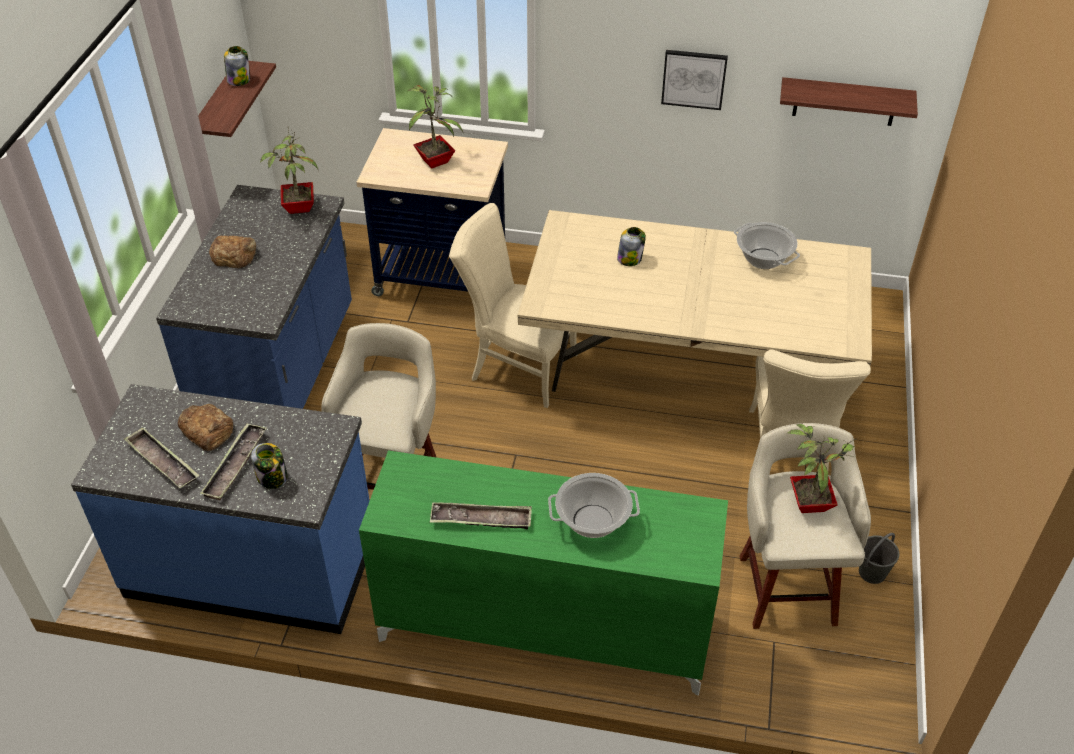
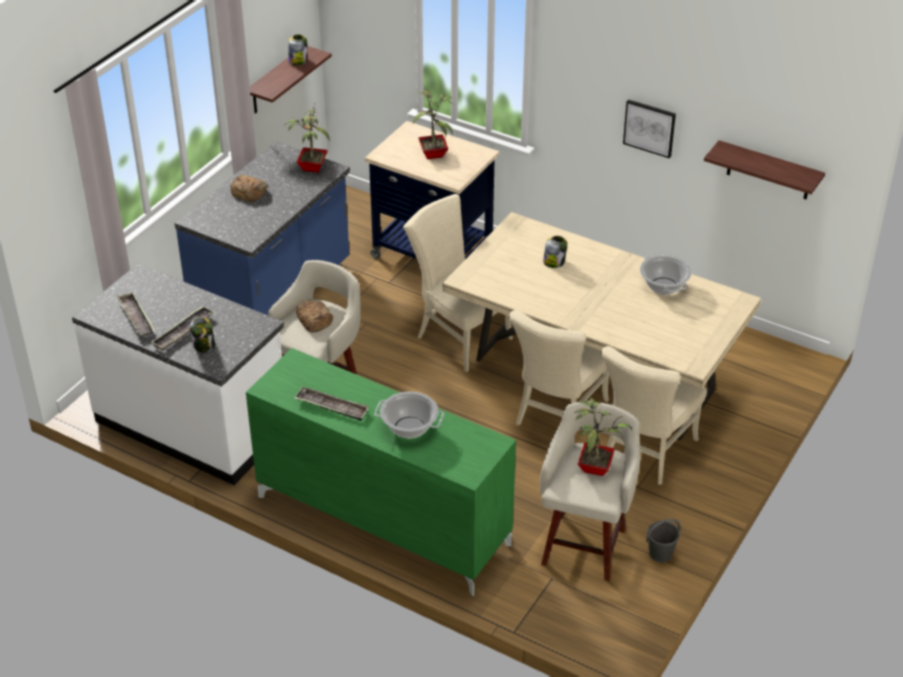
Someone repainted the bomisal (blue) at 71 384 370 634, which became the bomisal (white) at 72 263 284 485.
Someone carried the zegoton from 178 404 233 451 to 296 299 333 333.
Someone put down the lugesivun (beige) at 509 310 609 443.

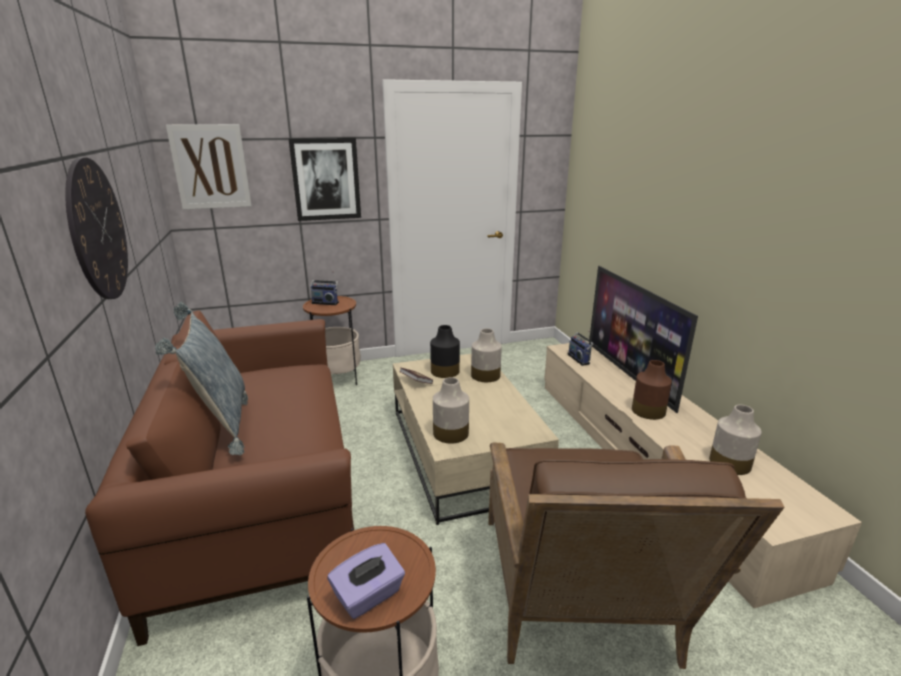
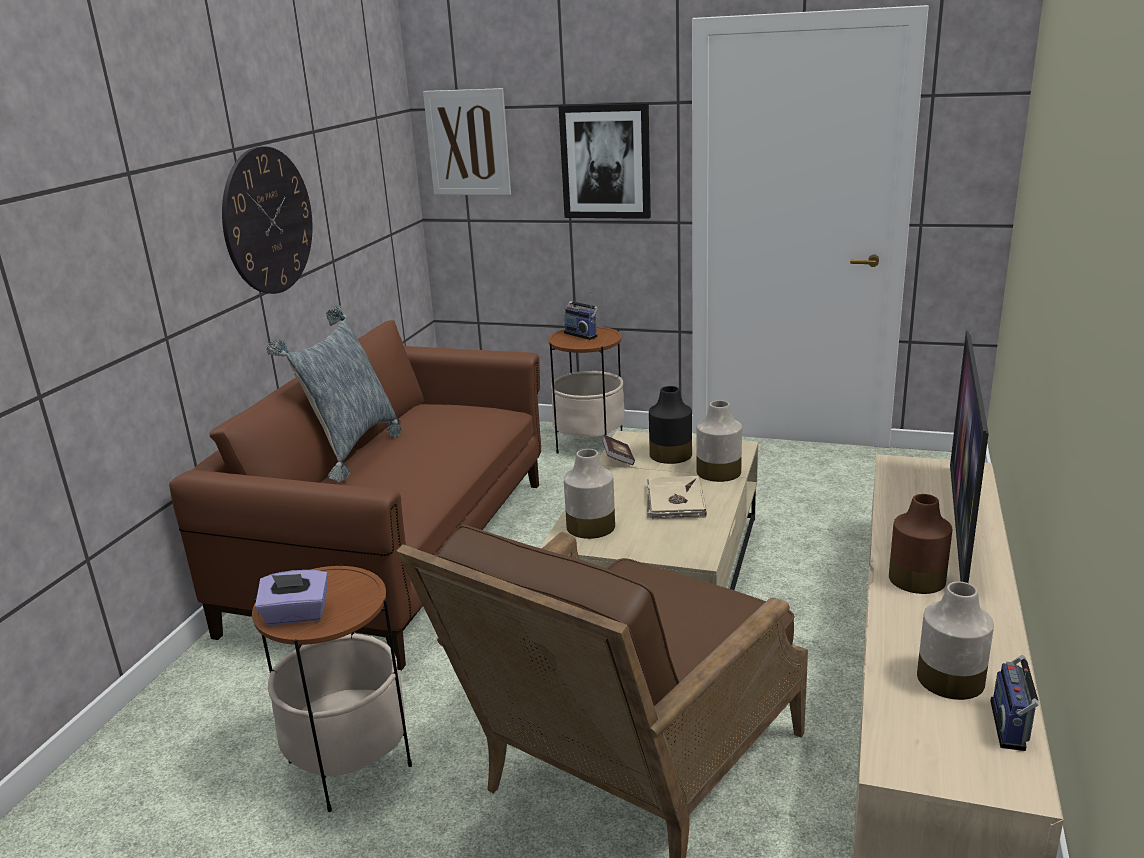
Someone carried the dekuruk from 567 330 594 366 to 991 655 1039 751.
Someone put down the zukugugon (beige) at 647 476 707 519.

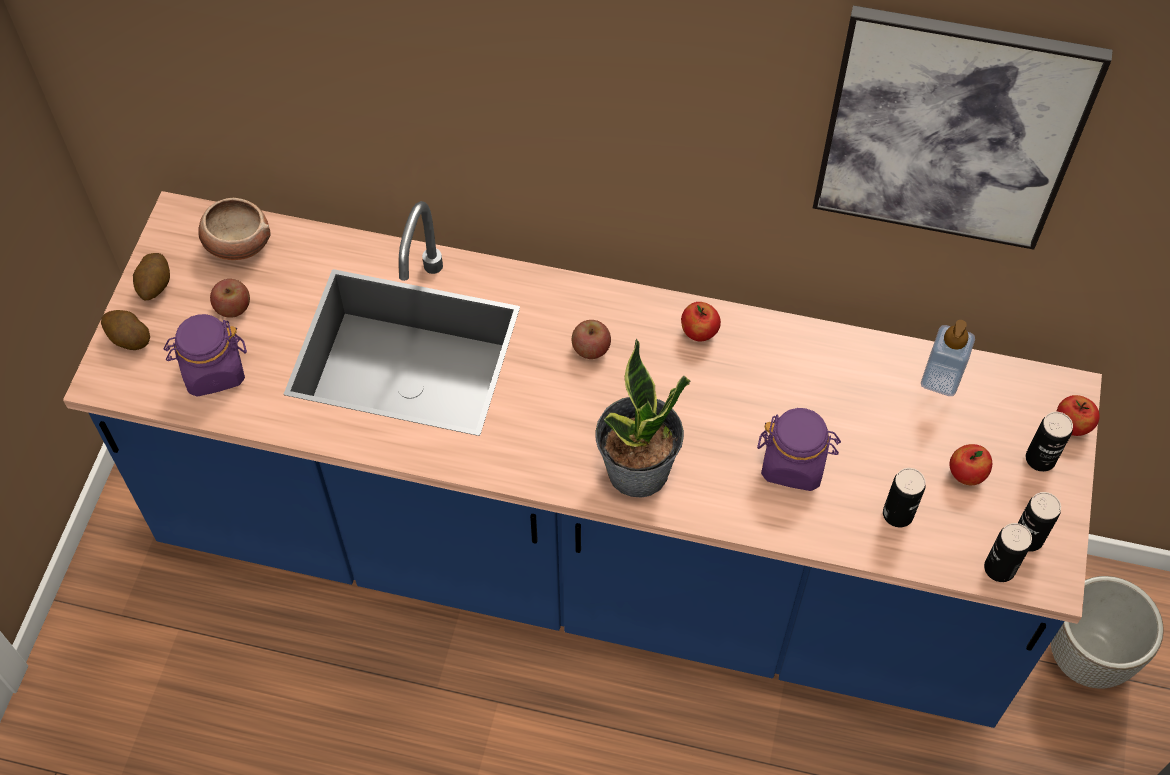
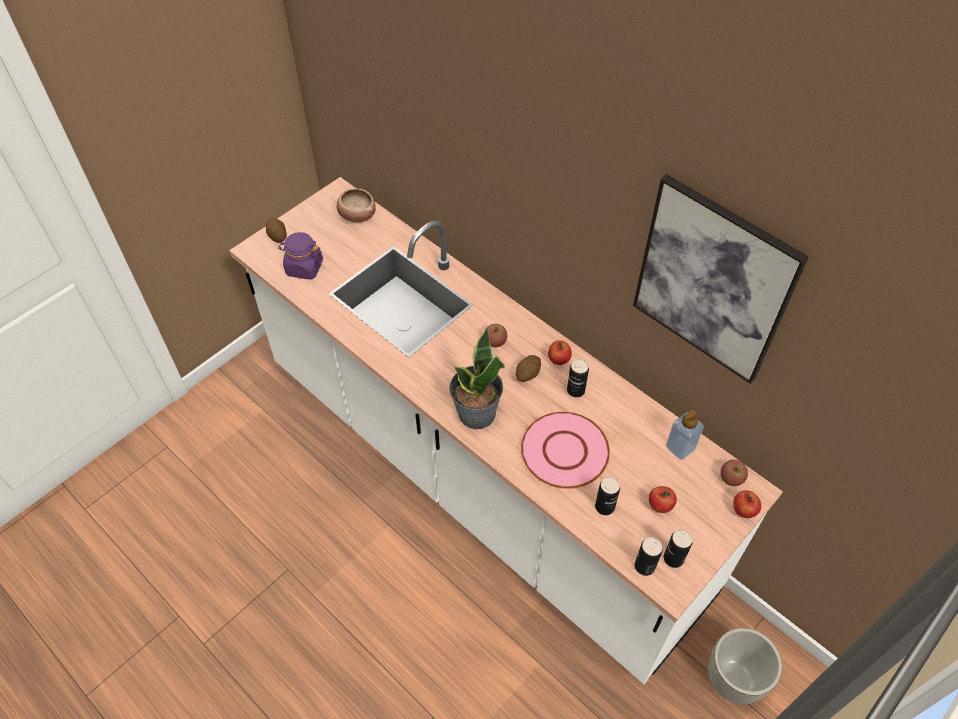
Someone repainted the bomisal (blue) at 63 191 1102 728, which became the bomisal (white) at 229 177 783 684.
Someone carried the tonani from 133 253 170 301 to 516 355 541 382.
Someone carried the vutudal from 210 279 250 318 to 720 460 748 486.
Someone swapped the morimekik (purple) at 757 408 841 491 for the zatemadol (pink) at 521 412 610 489.
Someone carried the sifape from 1026 412 1073 472 to 567 359 589 397.

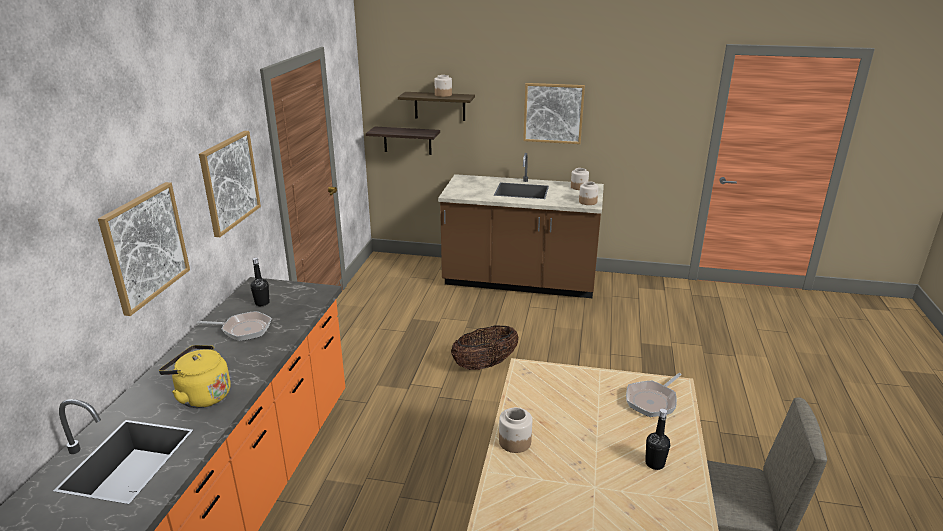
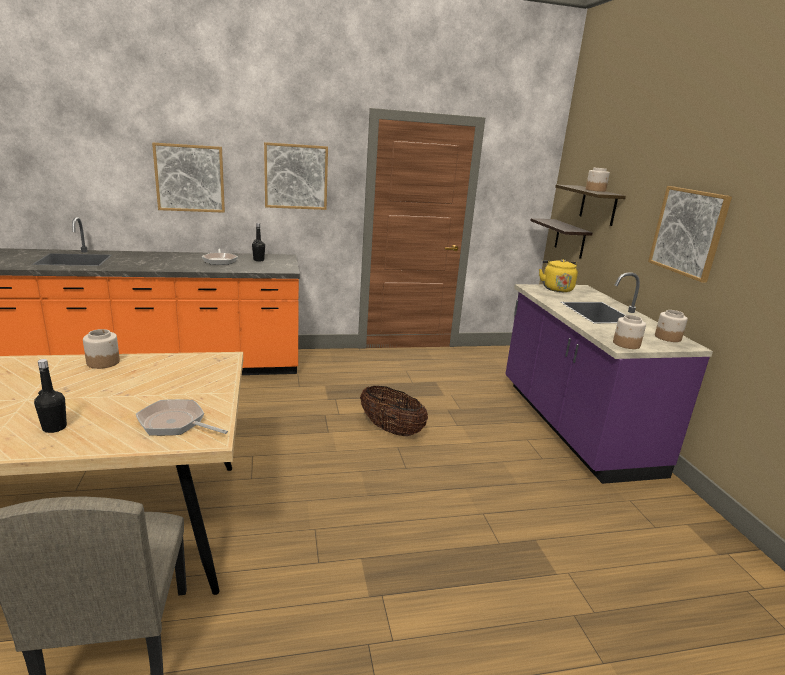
Someone carried the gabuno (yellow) from 159 345 231 408 to 539 259 578 292.
Someone repainted the bomisal (brown) at 438 153 604 298, which became the bomisal (purple) at 505 272 713 484.

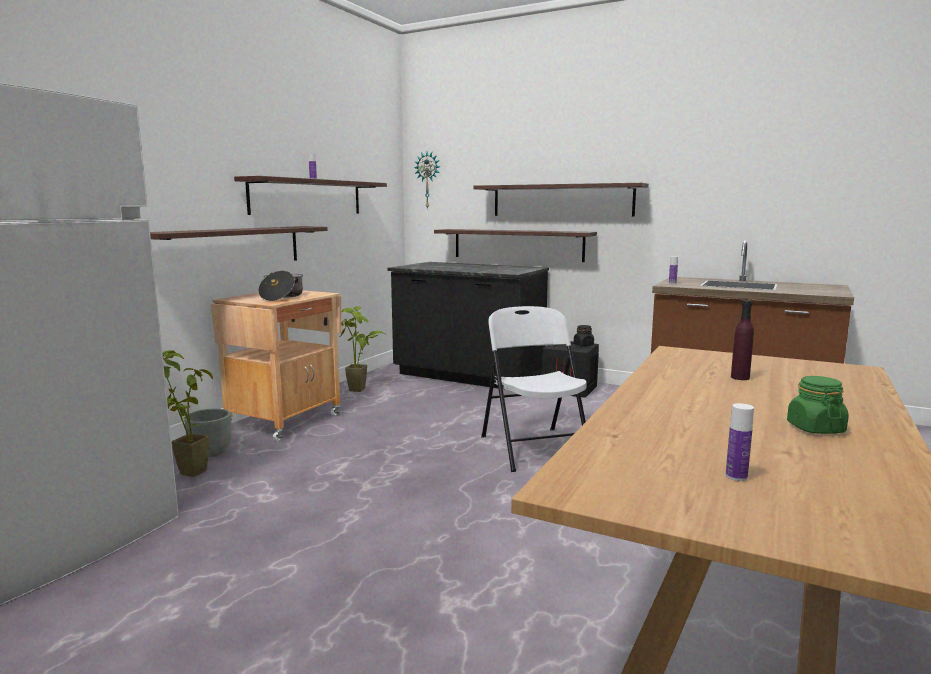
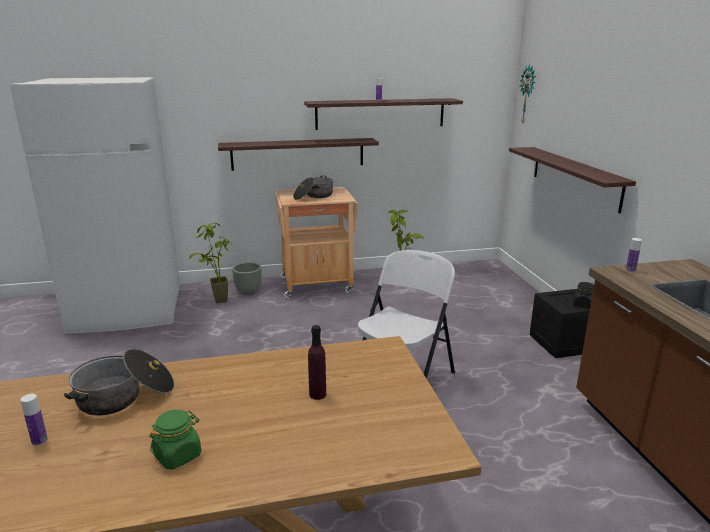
Someone took away the bomisal (black) at 387 262 549 388.
Someone took away the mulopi at 473 183 649 217.
Someone put down the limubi at 64 349 174 416.

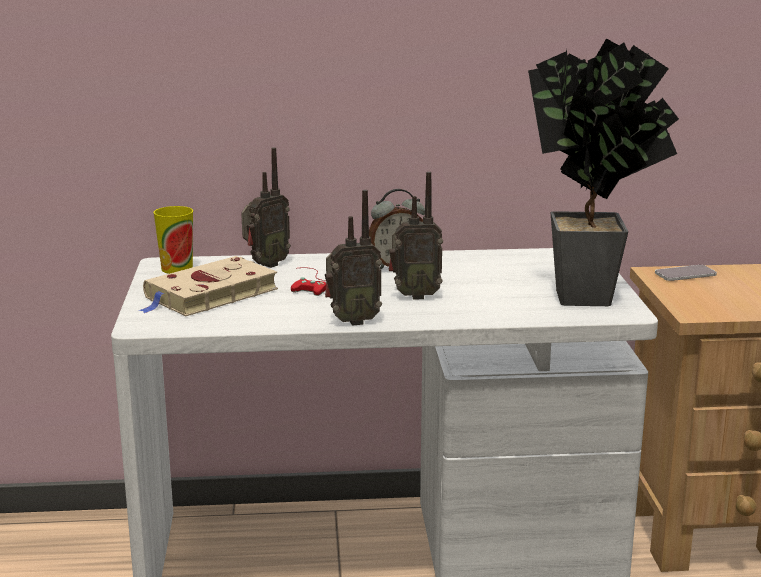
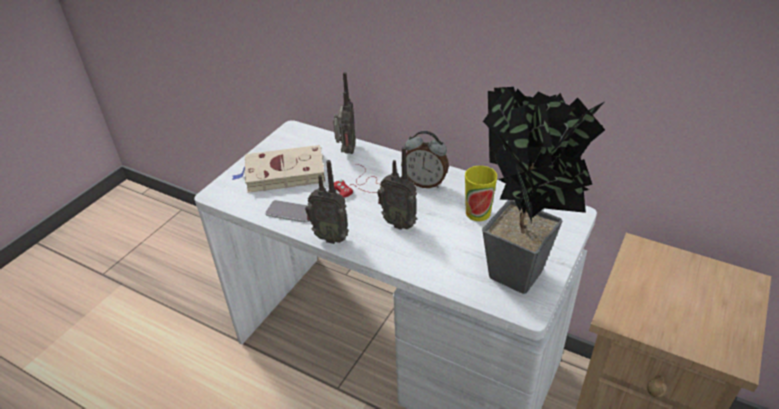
Someone carried the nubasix from 154 206 193 274 to 465 166 497 221.
Someone rotated the dekuruk at 241 147 291 268 by 75 degrees counterclockwise.
Someone carried the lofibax from 655 265 717 281 to 265 200 309 223.

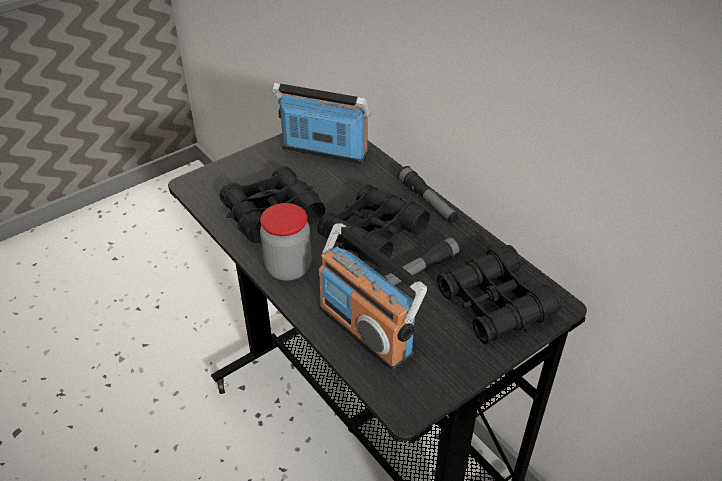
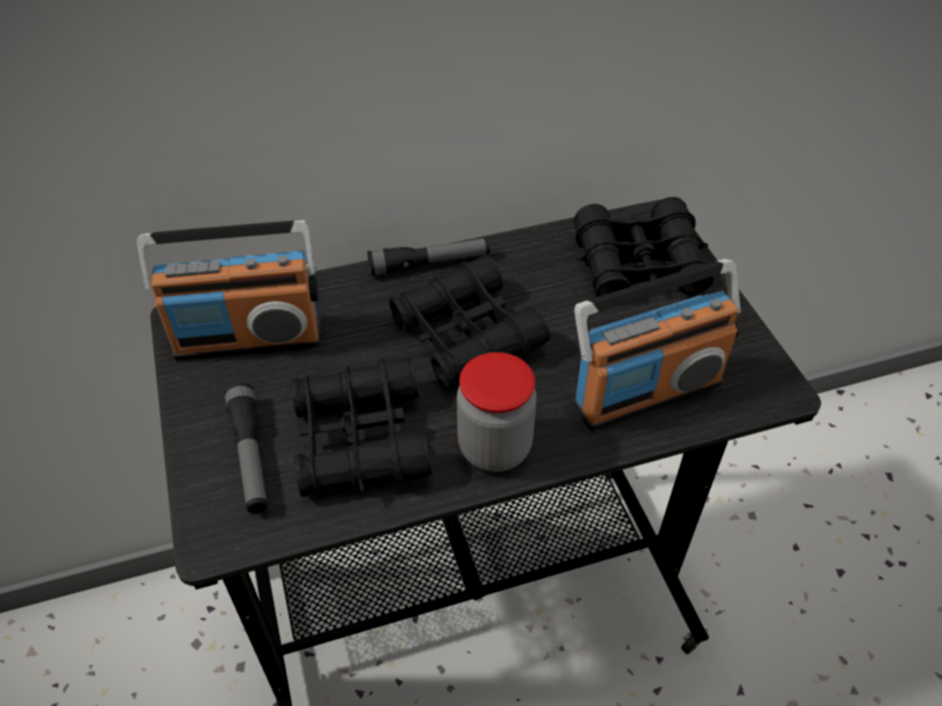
Someone rotated the dekuruk at 272 83 370 164 by 135 degrees counterclockwise.
Someone carried the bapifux from 384 236 461 285 to 224 383 267 514.

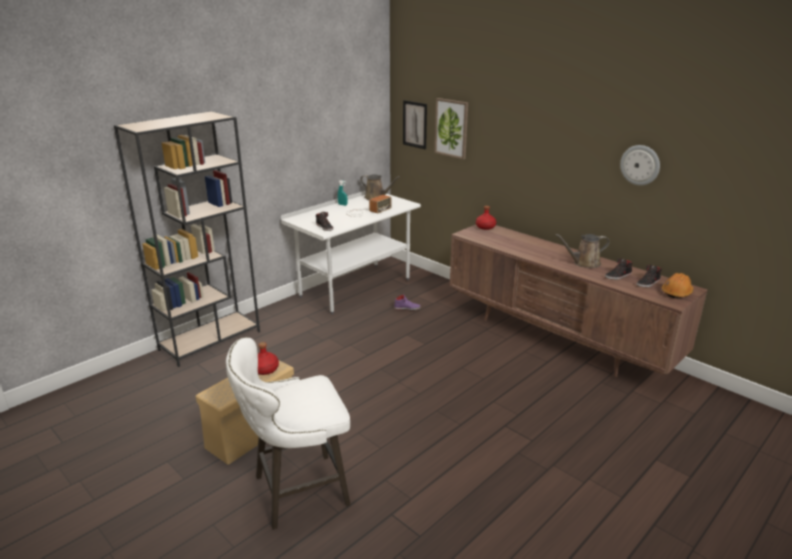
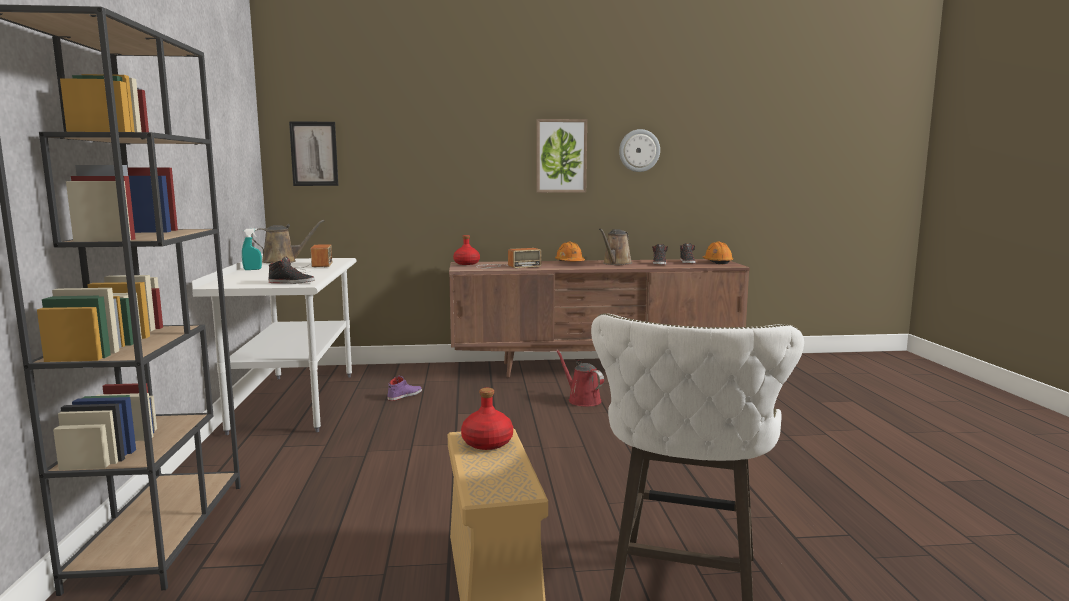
Someone carried the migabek from 435 98 468 160 to 536 119 587 193.
Someone put down the dekuruk at 476 248 541 269.
Someone put down the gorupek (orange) at 555 242 585 261.
Someone put down the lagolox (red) at 556 350 604 406.

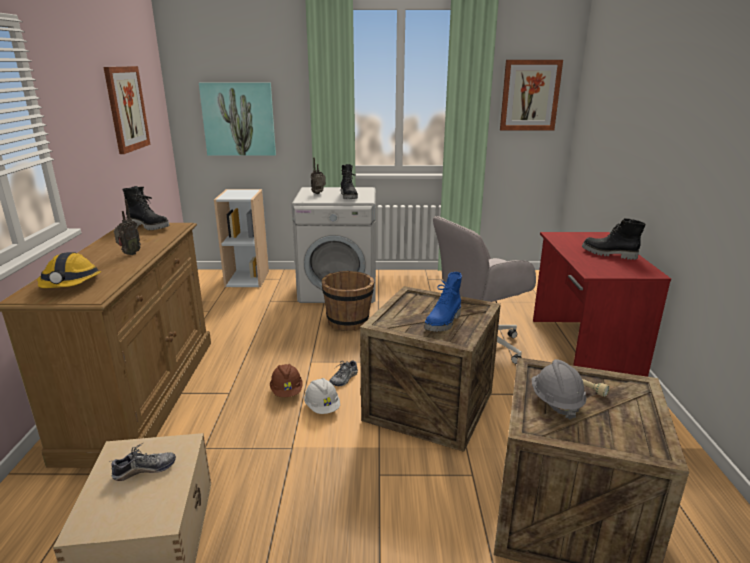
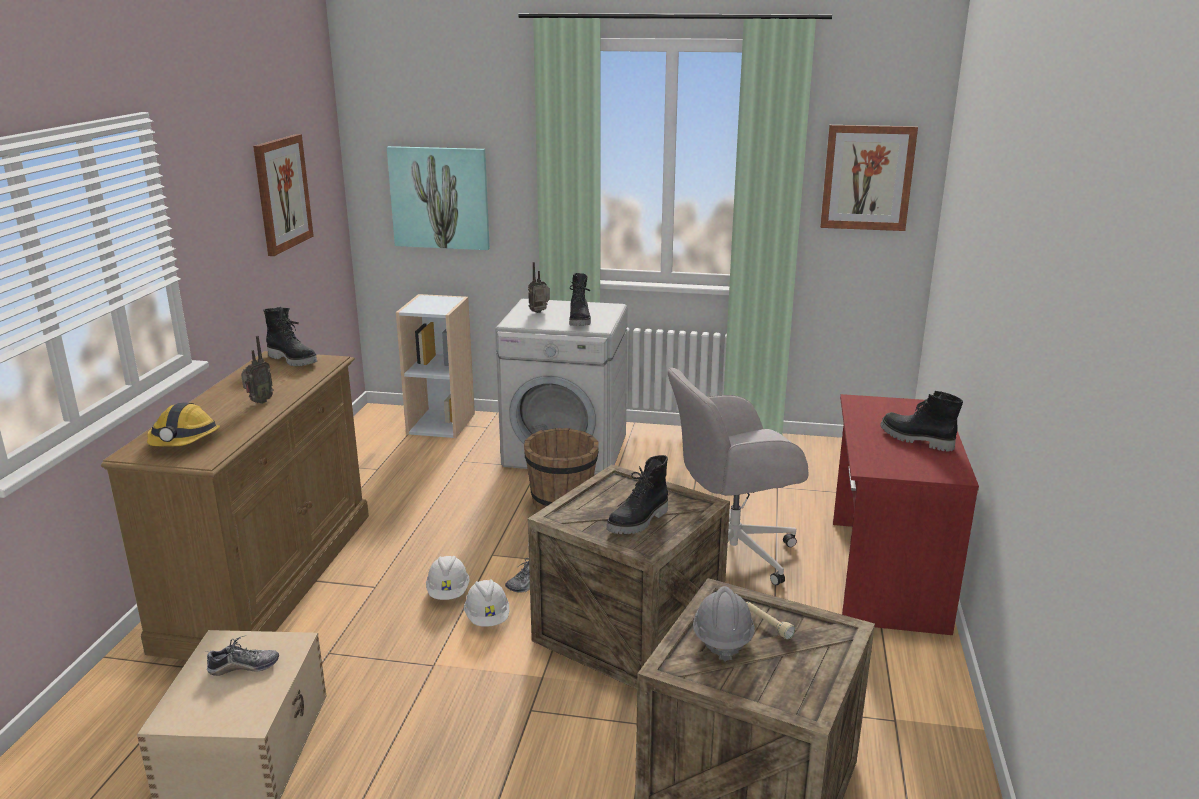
Someone repainted the gorupek (brown) at 270 364 303 397, which became the gorupek (white) at 426 556 470 600.
Someone repainted the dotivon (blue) at 424 272 462 332, which became the dotivon (black) at 606 455 668 534.

